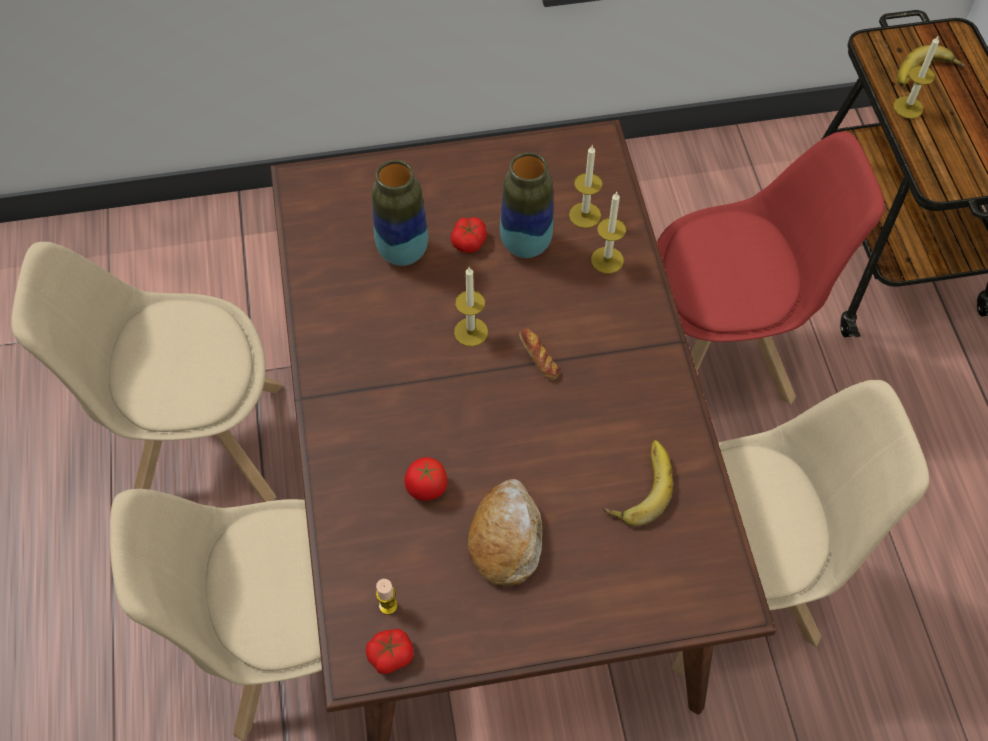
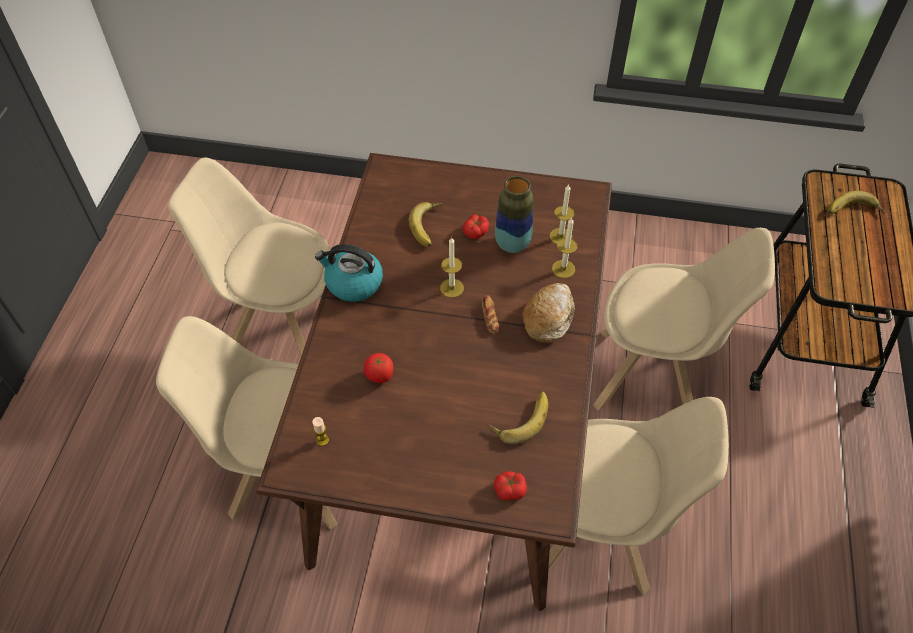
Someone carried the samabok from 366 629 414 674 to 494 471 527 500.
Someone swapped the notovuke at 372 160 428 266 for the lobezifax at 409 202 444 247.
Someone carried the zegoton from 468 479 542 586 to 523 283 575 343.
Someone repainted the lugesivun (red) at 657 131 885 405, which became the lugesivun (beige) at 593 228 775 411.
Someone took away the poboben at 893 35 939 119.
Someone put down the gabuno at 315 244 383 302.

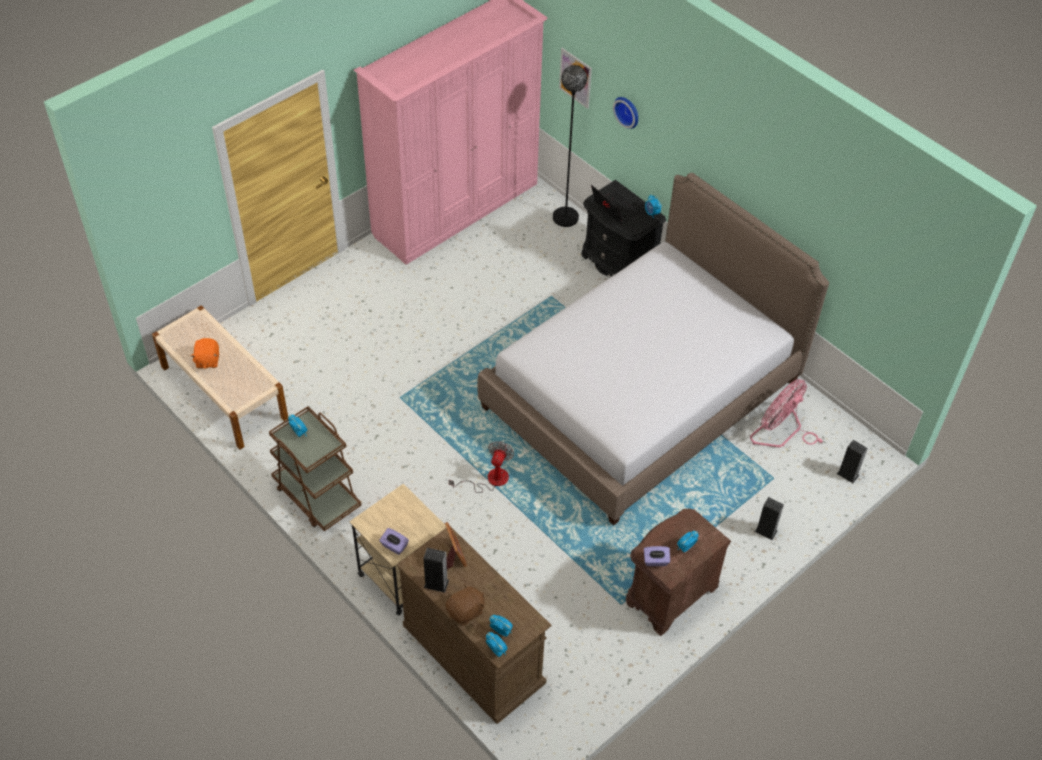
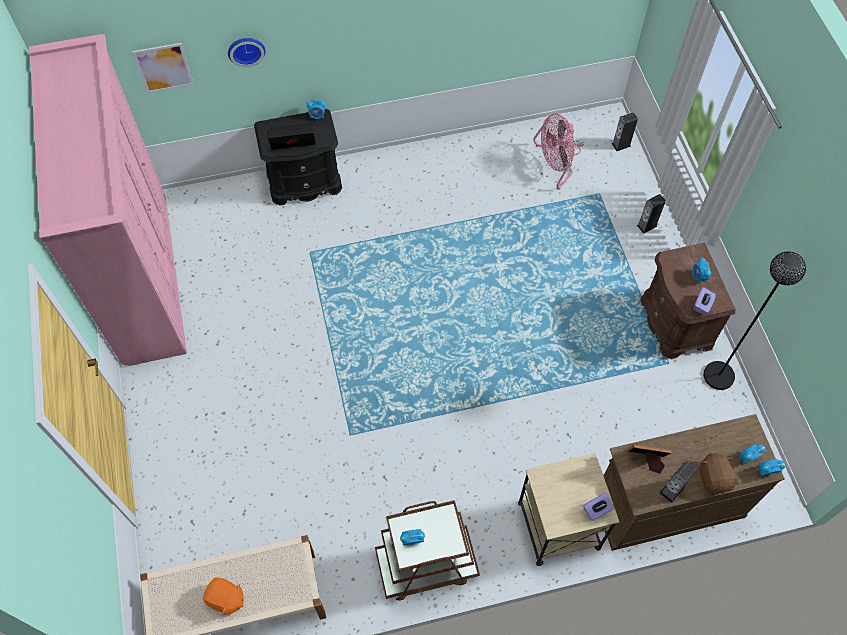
Someone took away the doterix at 449 441 514 493.
Someone took away the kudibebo at 477 173 829 526.
Someone carried the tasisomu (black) from 553 65 587 227 to 703 252 806 390.

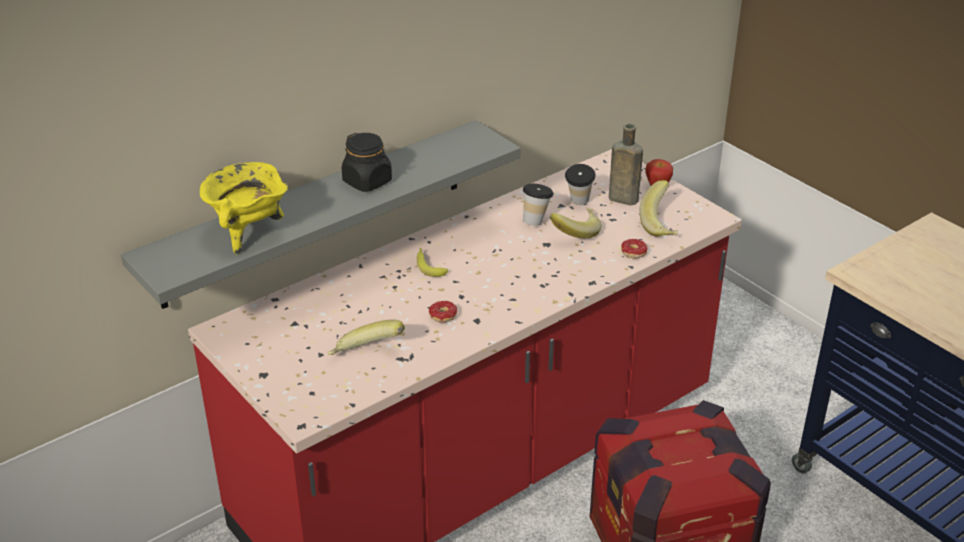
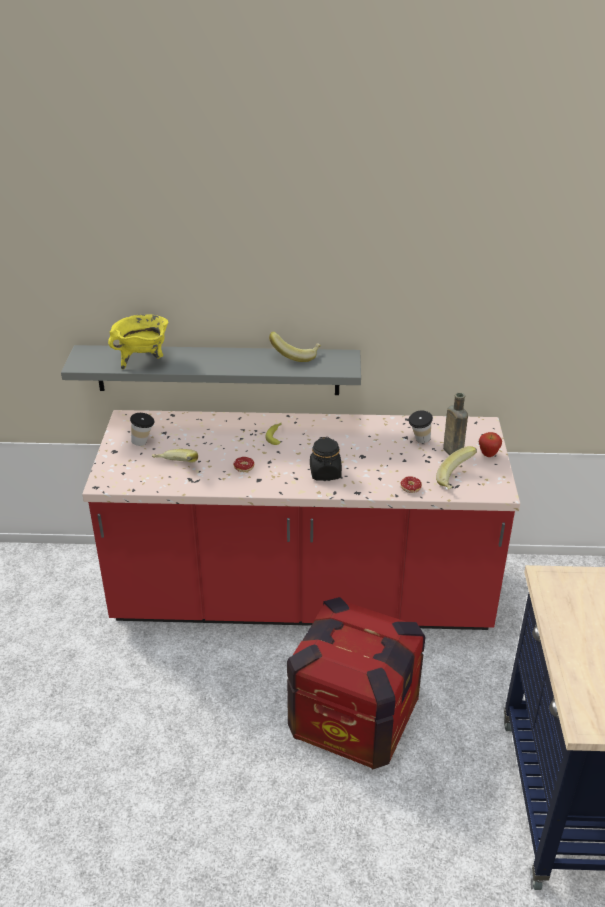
Someone carried the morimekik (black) from 342 133 392 192 to 310 437 342 481.
Someone carried the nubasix from 523 184 554 226 to 130 413 155 446.
Someone carried the lobezifax from 550 208 602 238 to 269 331 321 362.

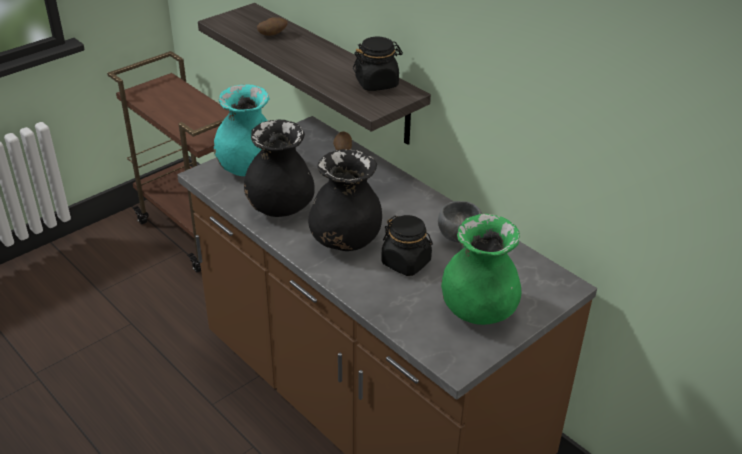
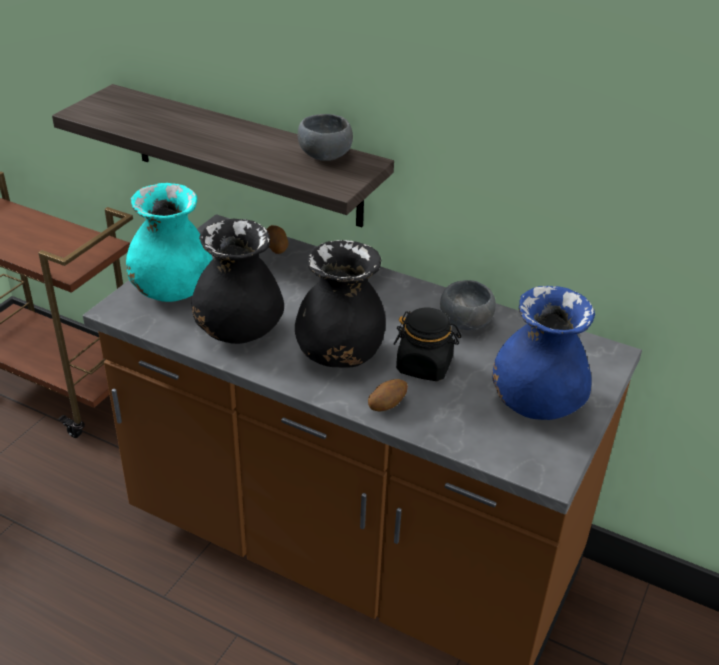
Someone carried the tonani from 257 17 288 36 to 368 379 408 411.
Someone swapped the morimekik (black) at 353 36 403 91 for the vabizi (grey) at 297 114 353 161.
Someone repainted the notovuke (green) at 441 214 522 325, which became the notovuke (blue) at 492 286 595 420.

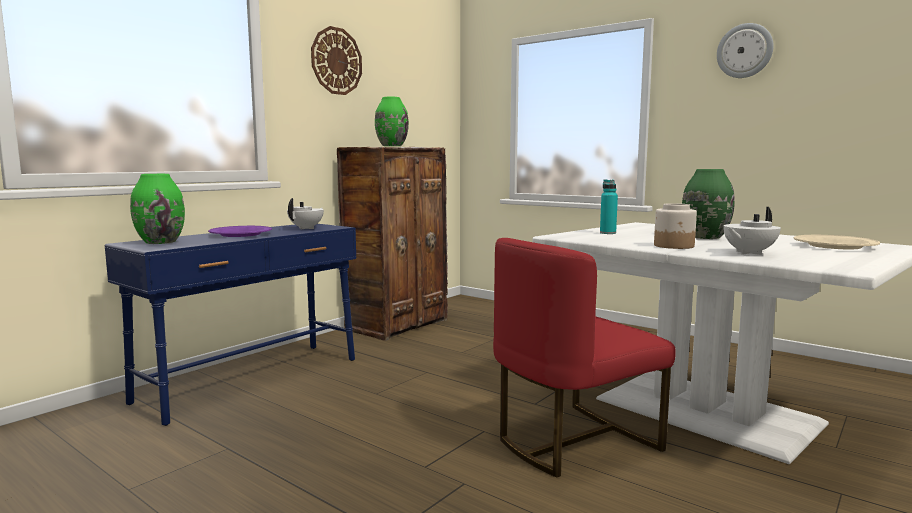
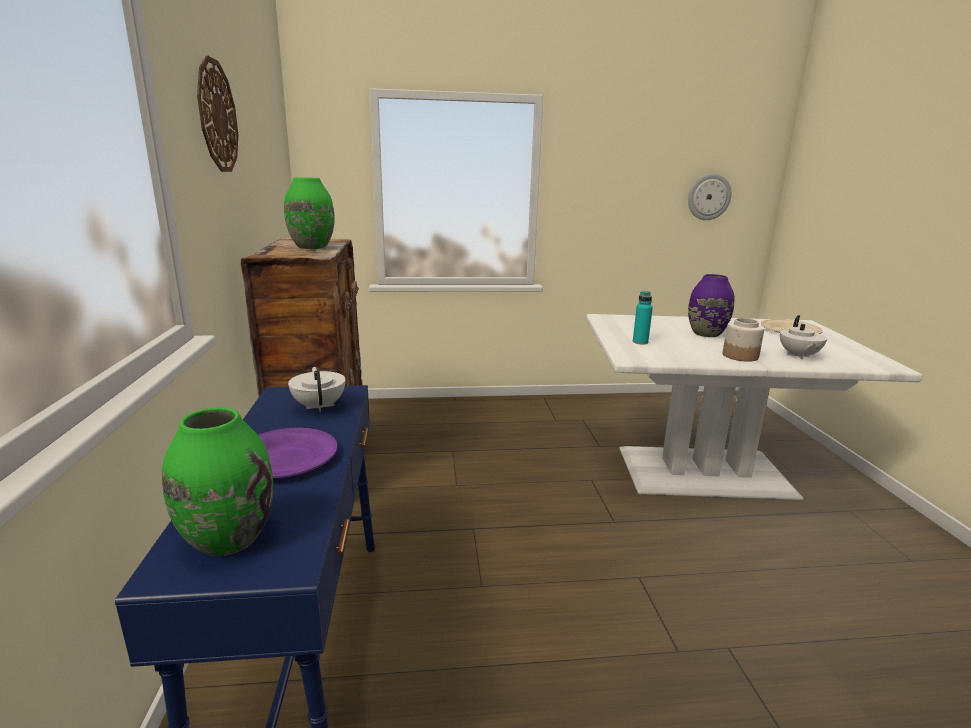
Someone took away the lugesivun (red) at 493 238 676 478.
Someone repainted the notovuke (green) at 682 169 735 239, which became the notovuke (purple) at 688 274 735 337.
Someone carried the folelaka from 717 23 774 78 to 688 173 732 220.

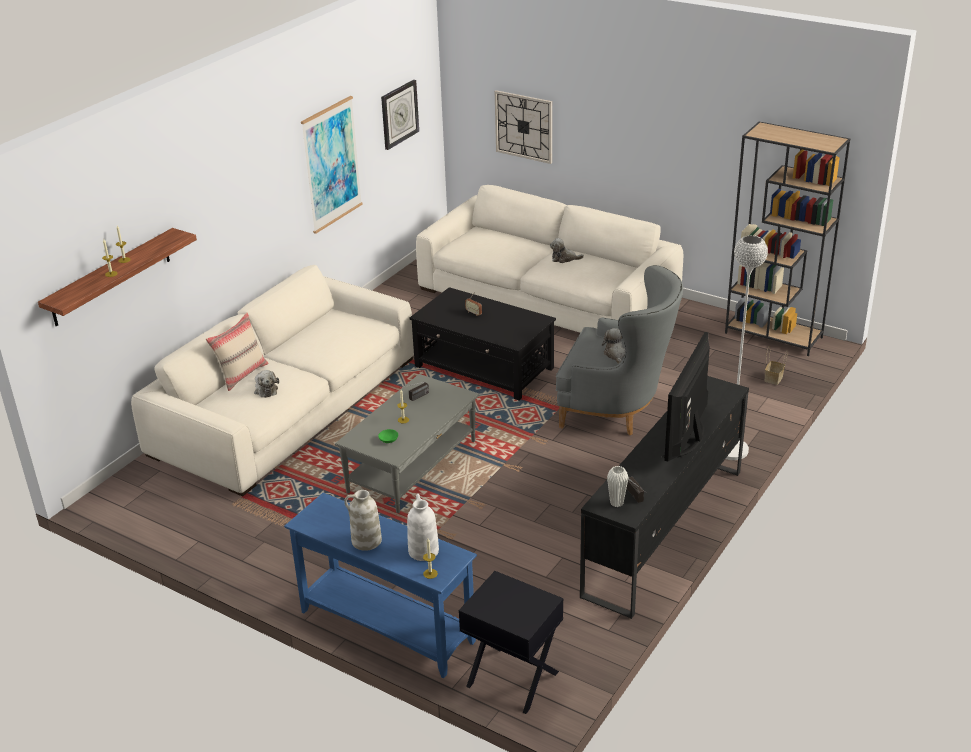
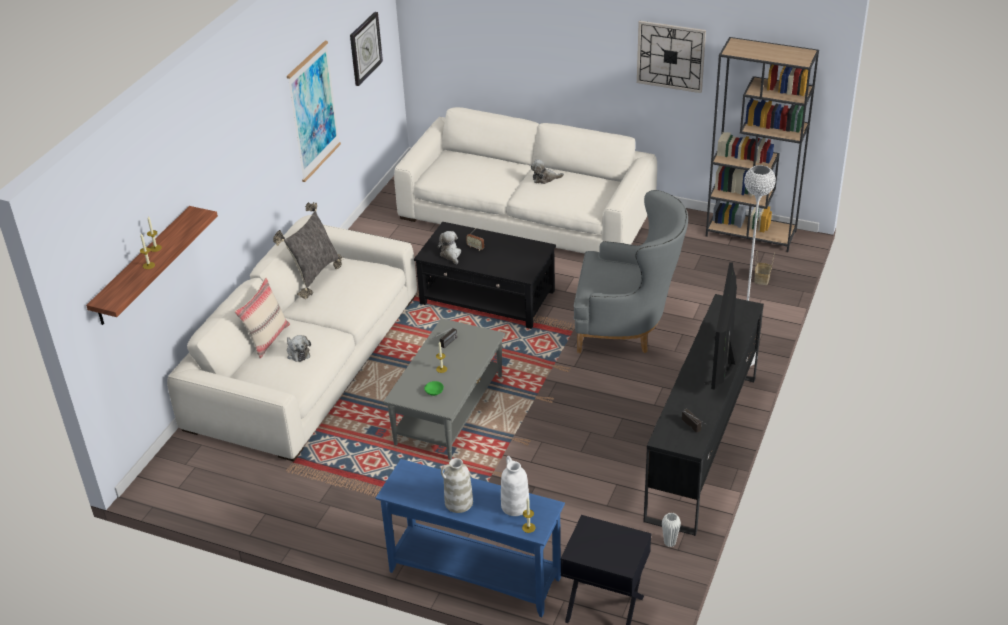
Someone carried the folelaka from 495 90 552 164 to 637 21 706 93.
Someone carried the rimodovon from 602 328 625 364 to 438 231 461 264.
Someone carried the notovuke (white) from 607 466 628 507 to 662 513 681 547.
Someone put down the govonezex at 273 202 344 299.

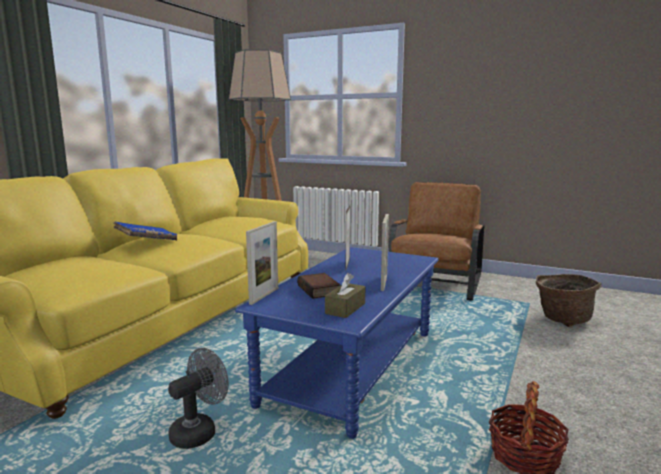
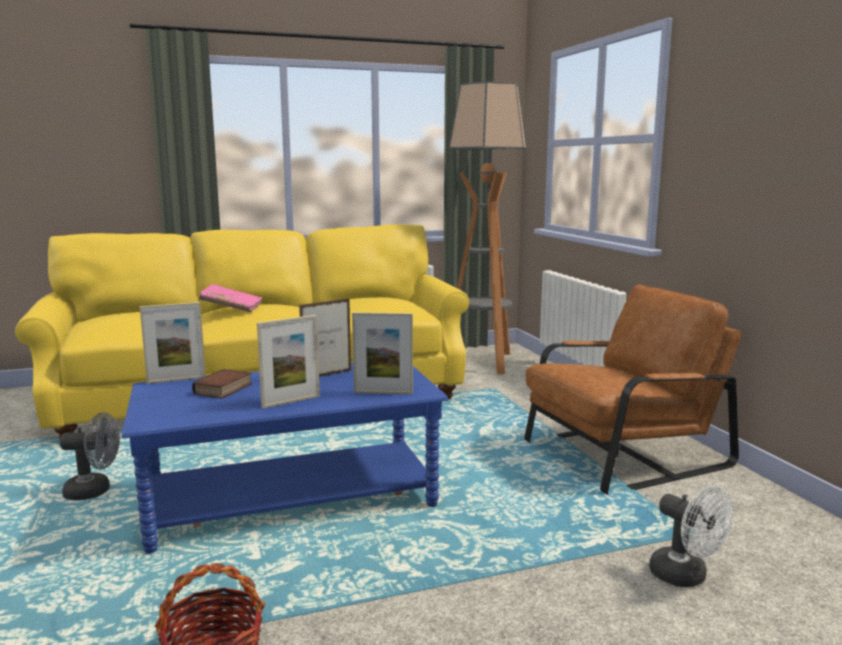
Someone repainted the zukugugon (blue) at 114 222 177 240, which became the zukugugon (pink) at 199 284 262 312.
Someone took away the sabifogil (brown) at 325 273 365 318.
Someone swapped the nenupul at 536 274 602 327 for the doterix (white) at 649 486 733 587.
Someone put down the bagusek at 352 312 413 394.

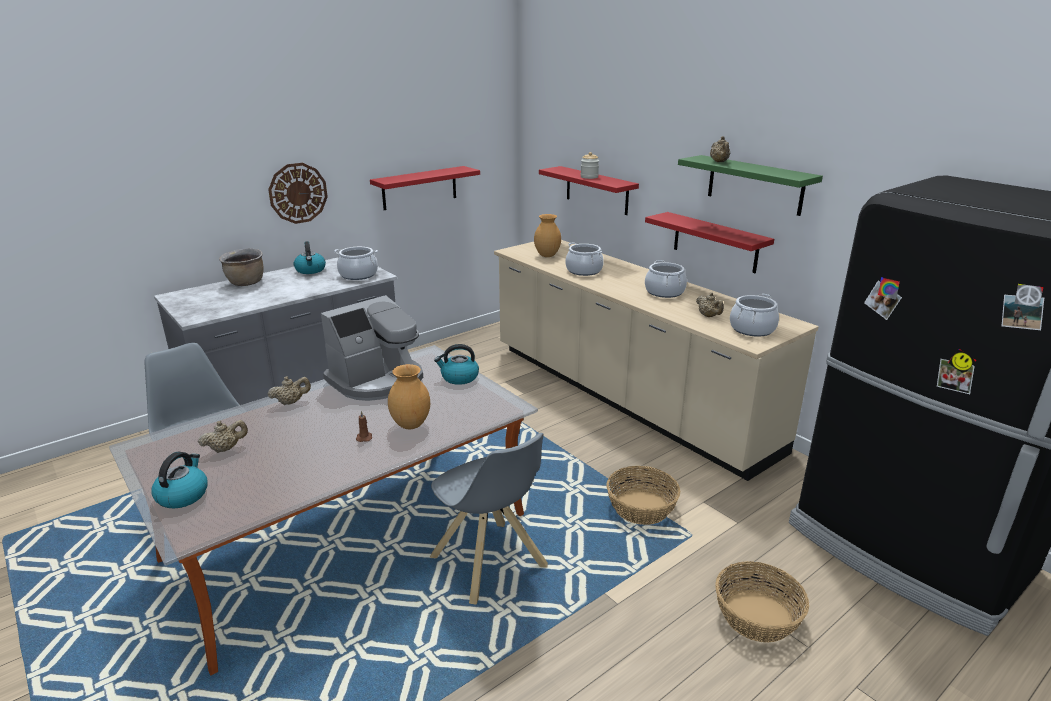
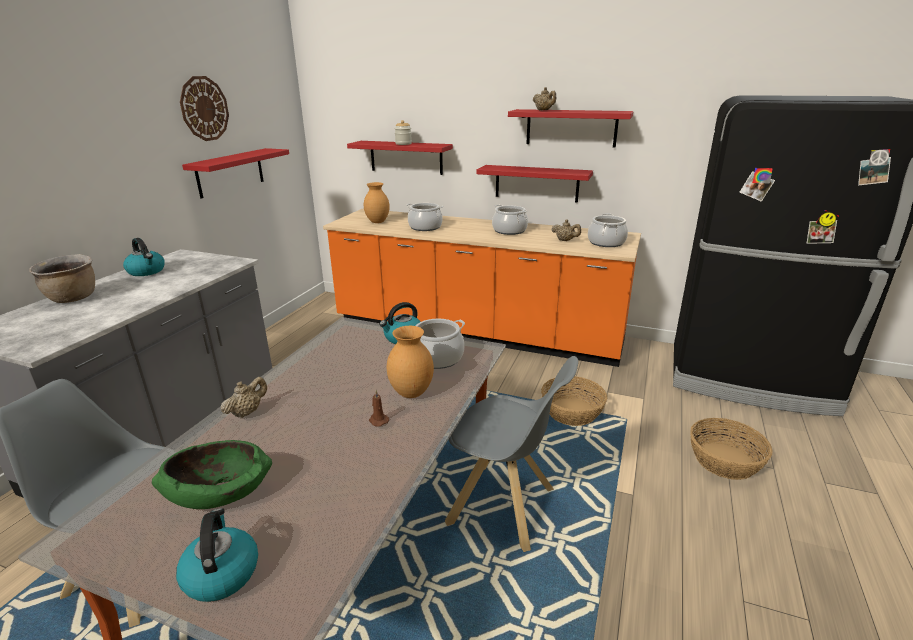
Someone swapped the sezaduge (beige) at 198 420 248 453 for the vabizi (green) at 152 440 272 509.
Someone carried the folelaka from 268 163 328 224 to 180 76 229 141.
Someone took away the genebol at 321 295 423 401.
Someone carried the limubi from 334 247 378 280 to 416 319 465 369.
Someone repainted the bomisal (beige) at 494 240 819 481, which became the bomisal (orange) at 323 209 641 367.
Someone repainted the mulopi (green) at 678 155 823 216, which became the mulopi (red) at 508 109 633 148.

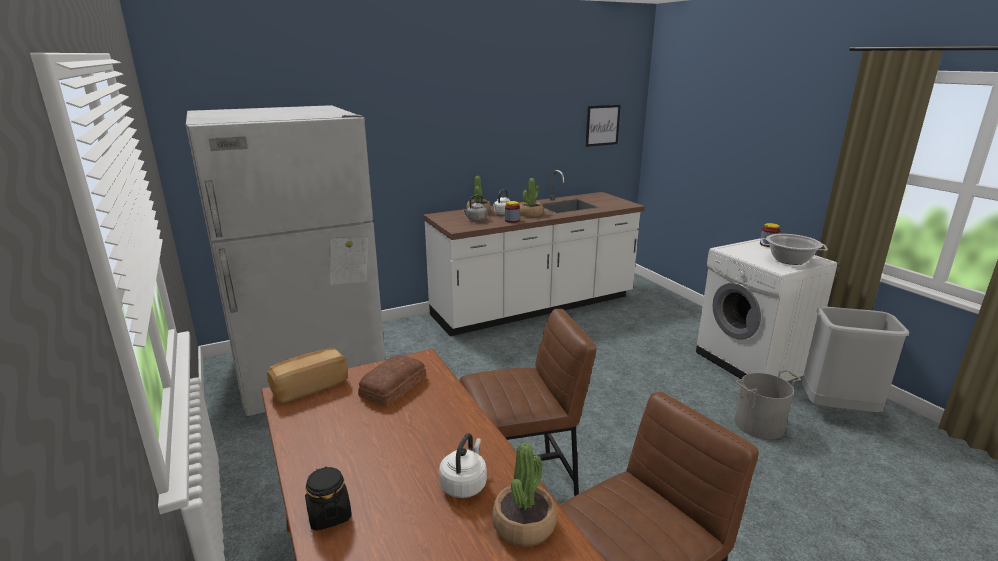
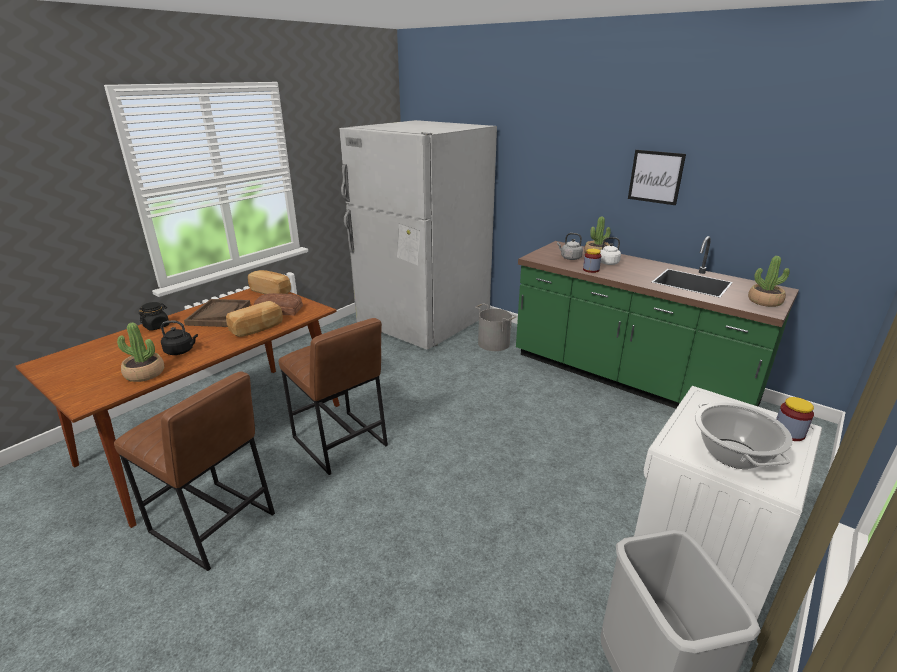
Someone repainted the bomisal (white) at 423 170 645 336, which became the bomisal (green) at 516 236 799 409.
Someone repainted the gabuno (white) at 439 433 487 498, which became the gabuno (black) at 161 321 198 355.
Someone carried the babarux from 520 178 544 217 to 748 256 790 307.
Someone carried the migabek from 585 105 621 147 to 628 150 686 205.
Someone carried the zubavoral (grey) from 734 370 802 440 to 475 303 517 351.
Someone put down the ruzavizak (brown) at 184 299 251 327.
Someone put down the zegoton at 226 301 283 337.

